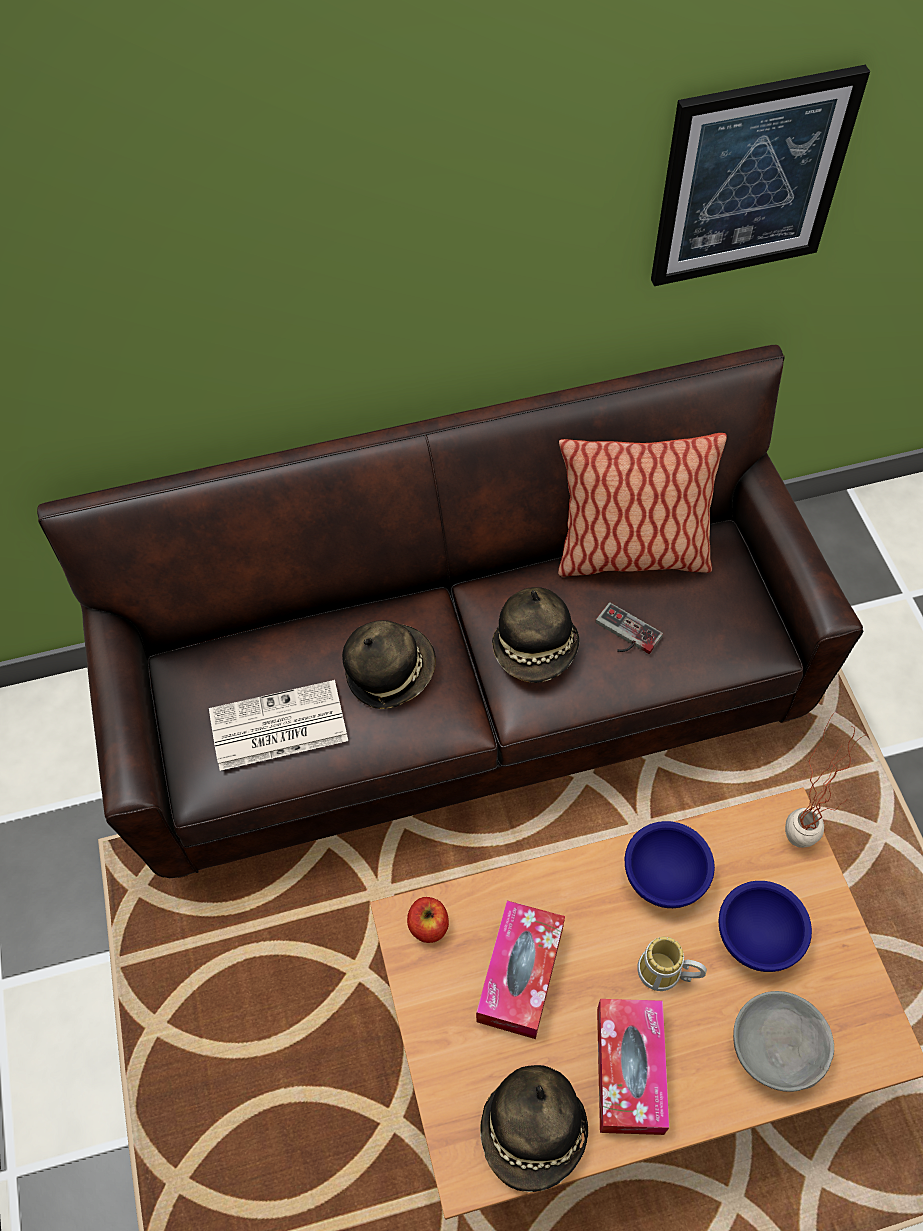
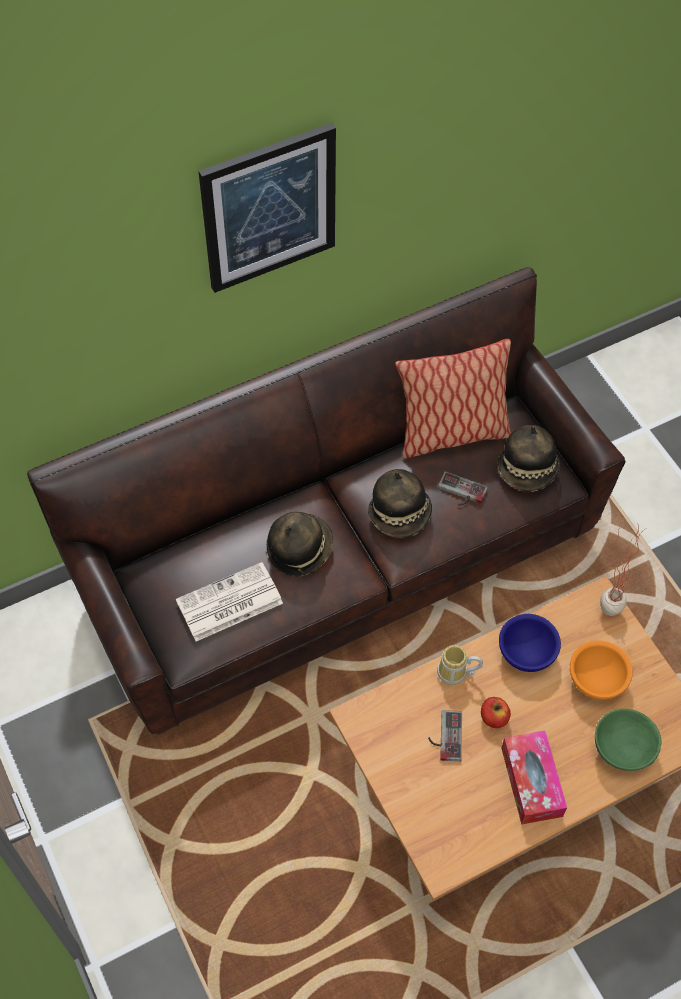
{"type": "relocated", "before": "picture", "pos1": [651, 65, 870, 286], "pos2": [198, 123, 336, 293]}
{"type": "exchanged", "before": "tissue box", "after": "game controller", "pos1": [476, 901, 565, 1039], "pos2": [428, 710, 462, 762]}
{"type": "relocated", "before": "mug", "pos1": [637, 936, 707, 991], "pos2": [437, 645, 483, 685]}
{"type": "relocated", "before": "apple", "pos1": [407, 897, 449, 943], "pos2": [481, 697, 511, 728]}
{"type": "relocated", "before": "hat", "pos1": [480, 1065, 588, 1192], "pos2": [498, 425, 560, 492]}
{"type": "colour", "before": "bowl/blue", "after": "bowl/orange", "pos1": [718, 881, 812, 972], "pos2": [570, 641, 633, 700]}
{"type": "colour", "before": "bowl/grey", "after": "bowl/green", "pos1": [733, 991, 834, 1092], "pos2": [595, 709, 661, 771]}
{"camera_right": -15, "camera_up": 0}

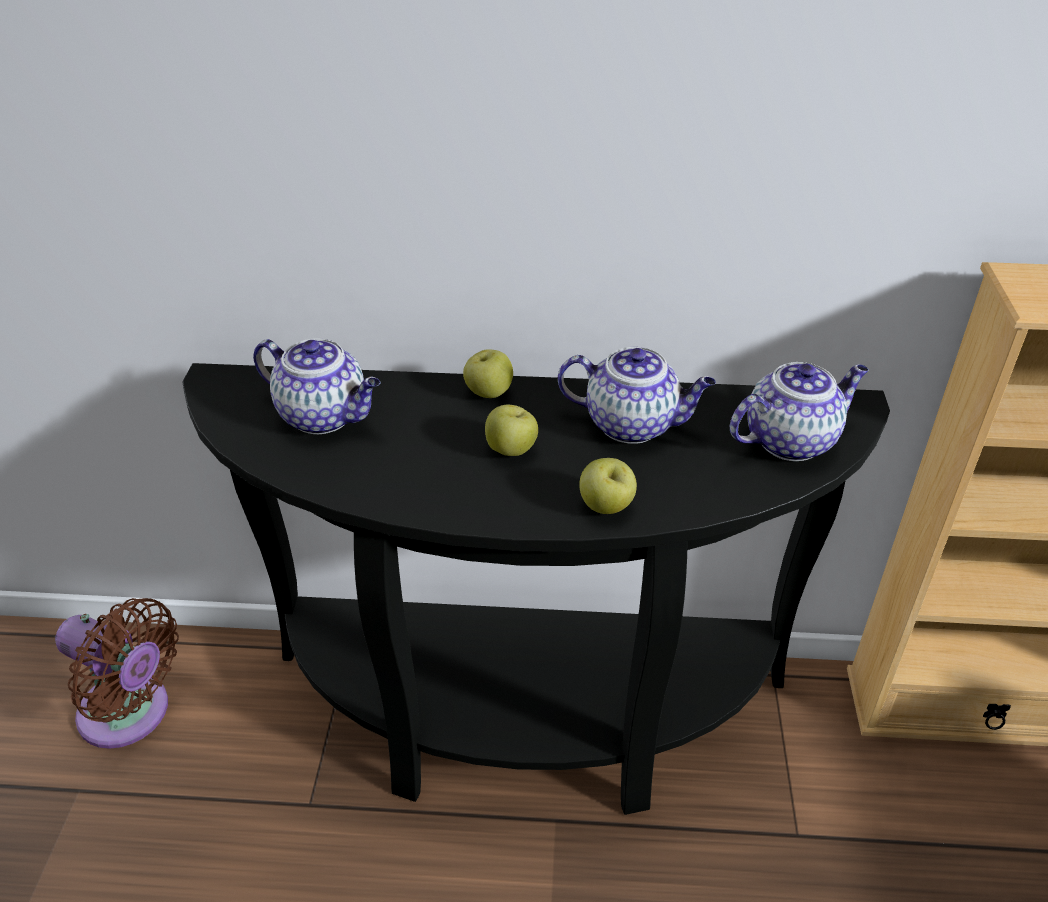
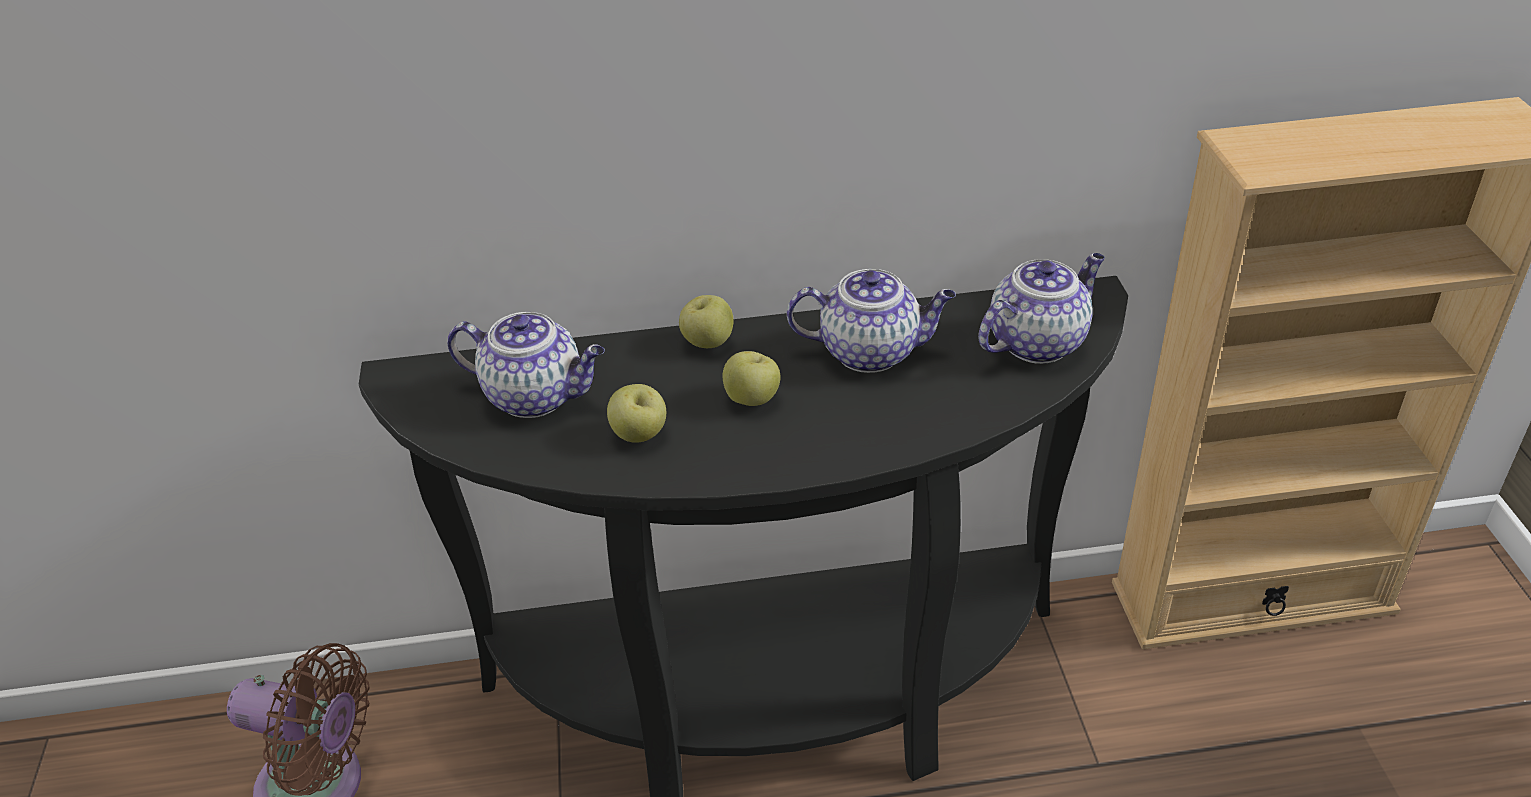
{"type": "relocated", "before": "apple", "pos1": [579, 458, 637, 514], "pos2": [607, 384, 666, 443]}
{"camera_right": -10, "camera_up": 0}

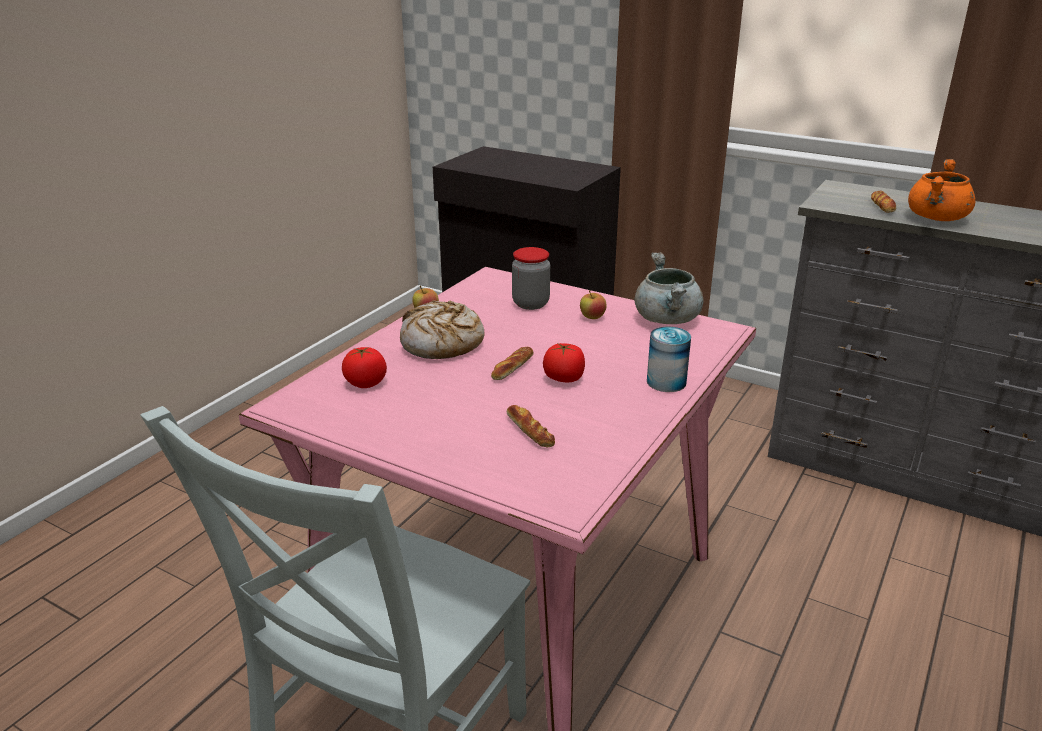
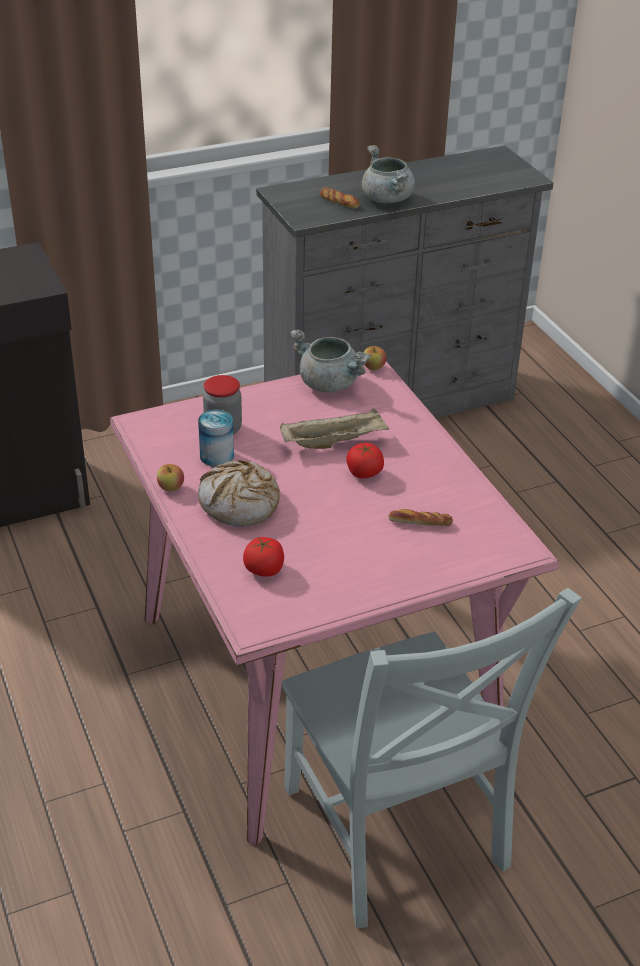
{"type": "relocated", "before": "can", "pos1": [647, 327, 691, 392], "pos2": [198, 410, 234, 467]}
{"type": "appeared", "after": "tray/beige", "pos2": [280, 408, 389, 449]}
{"type": "colour", "before": "cooking pot/orange", "after": "cooking pot/grey", "pos1": [908, 159, 975, 221], "pos2": [362, 145, 415, 203]}
{"type": "relocated", "before": "apple", "pos1": [580, 290, 607, 319], "pos2": [364, 346, 386, 370]}
{"type": "missing", "before": "bread", "pos1": [491, 347, 534, 380]}
{"camera_right": -55, "camera_up": 10}

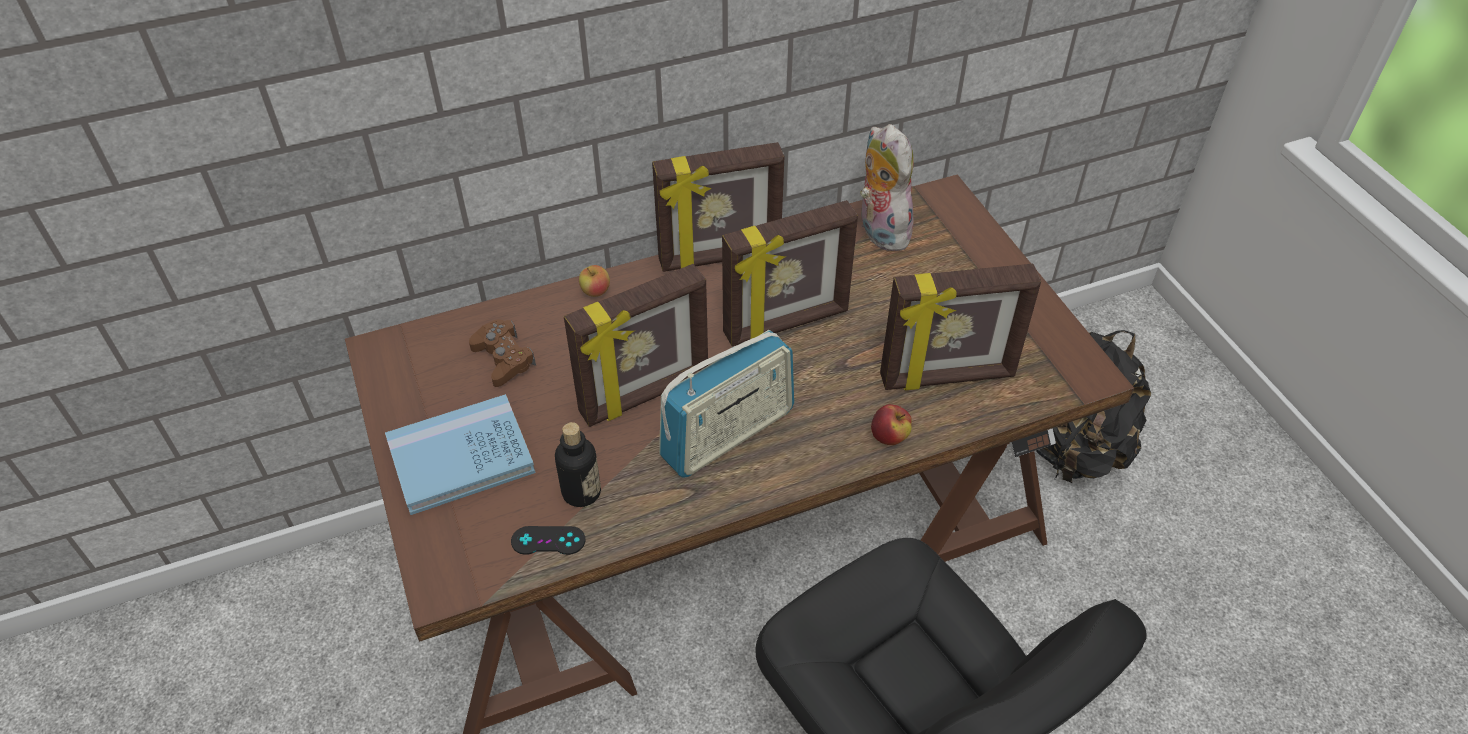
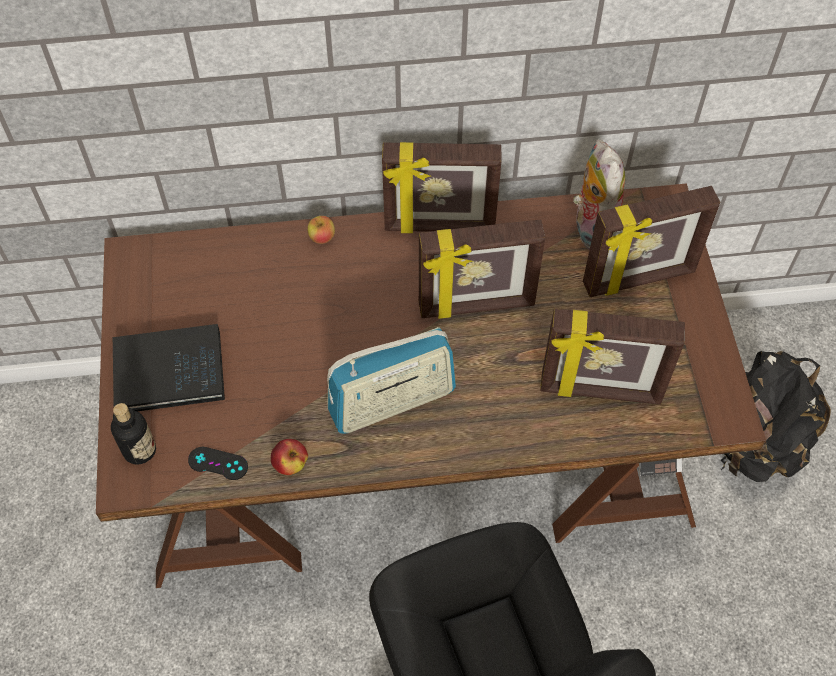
{"type": "relocated", "before": "bottle", "pos1": [555, 422, 601, 507], "pos2": [111, 403, 156, 465]}
{"type": "colour", "before": "book/blue", "after": "book/black", "pos1": [385, 394, 536, 515], "pos2": [113, 324, 225, 411]}
{"type": "relocated", "before": "apple", "pos1": [871, 404, 912, 445], "pos2": [271, 439, 308, 475]}
{"type": "relocated", "before": "picture frame", "pos1": [564, 264, 708, 427], "pos2": [583, 186, 720, 297]}
{"type": "missing", "before": "game controller/brown", "pos1": [469, 319, 536, 387]}
{"camera_right": 15, "camera_up": 10}

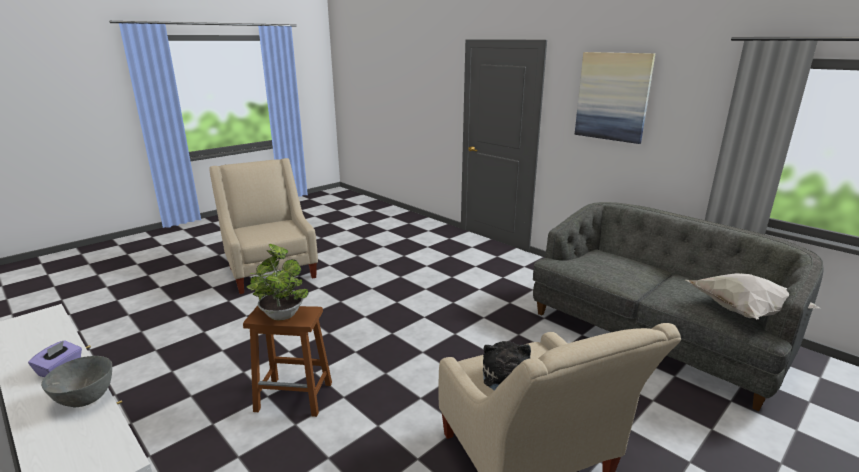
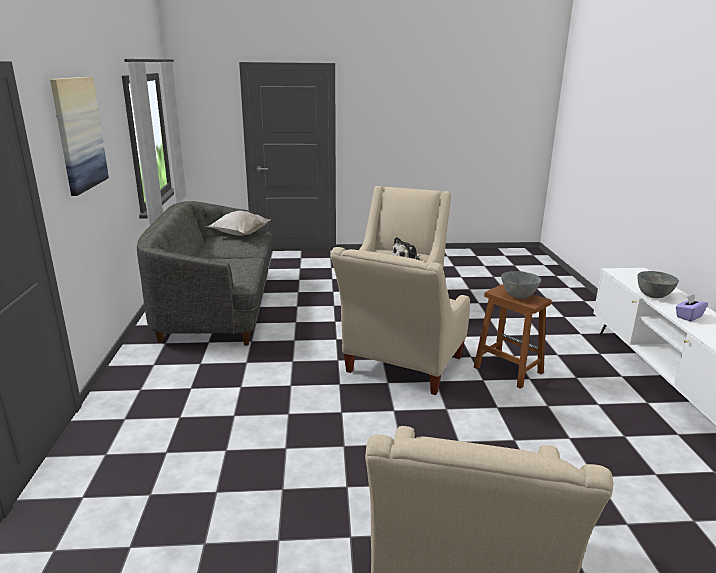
{"type": "appeared", "after": "armchair/beige", "pos2": [331, 247, 470, 395]}
{"type": "exchanged", "before": "potted plant", "after": "bowl/grey", "pos1": [246, 244, 309, 320], "pos2": [501, 271, 541, 299]}
{"camera_right": -140, "camera_up": 0}

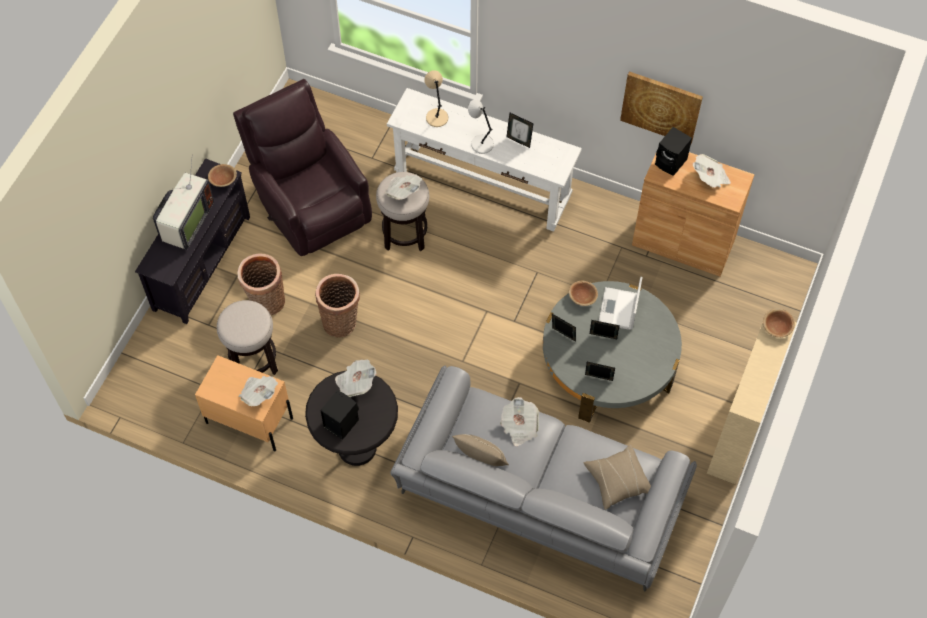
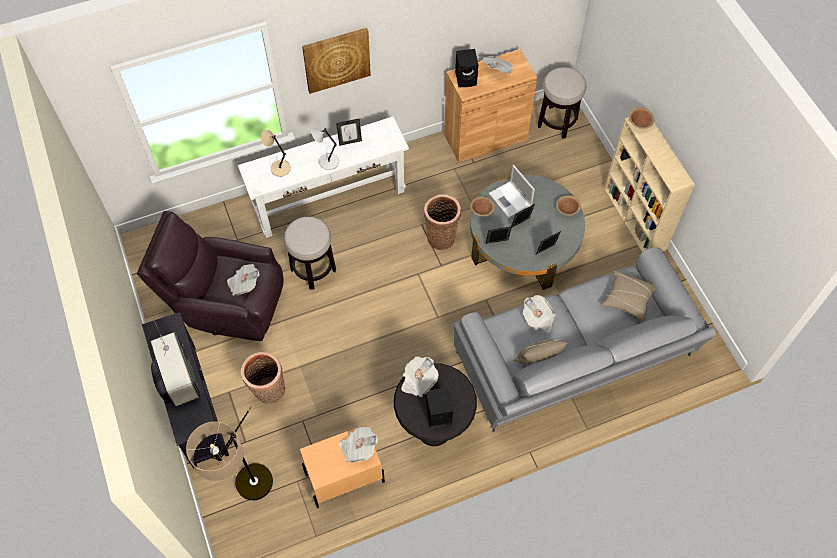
{"type": "appeared", "after": "floor lamp", "pos2": [186, 406, 273, 500]}
{"type": "relocated", "before": "newspaper", "pos1": [384, 174, 422, 200], "pos2": [227, 264, 259, 296]}
{"type": "relocated", "before": "picture", "pos1": [620, 71, 703, 143], "pos2": [302, 28, 371, 94]}
{"type": "relocated", "before": "basket", "pos1": [315, 274, 360, 337], "pos2": [424, 194, 461, 250]}
{"type": "relocated", "before": "stool", "pos1": [217, 300, 278, 375], "pos2": [537, 67, 587, 139]}
{"type": "relocated", "before": "bowl/brown", "pos1": [208, 164, 237, 187], "pos2": [556, 195, 581, 216]}
{"camera_right": -45, "camera_up": 0}

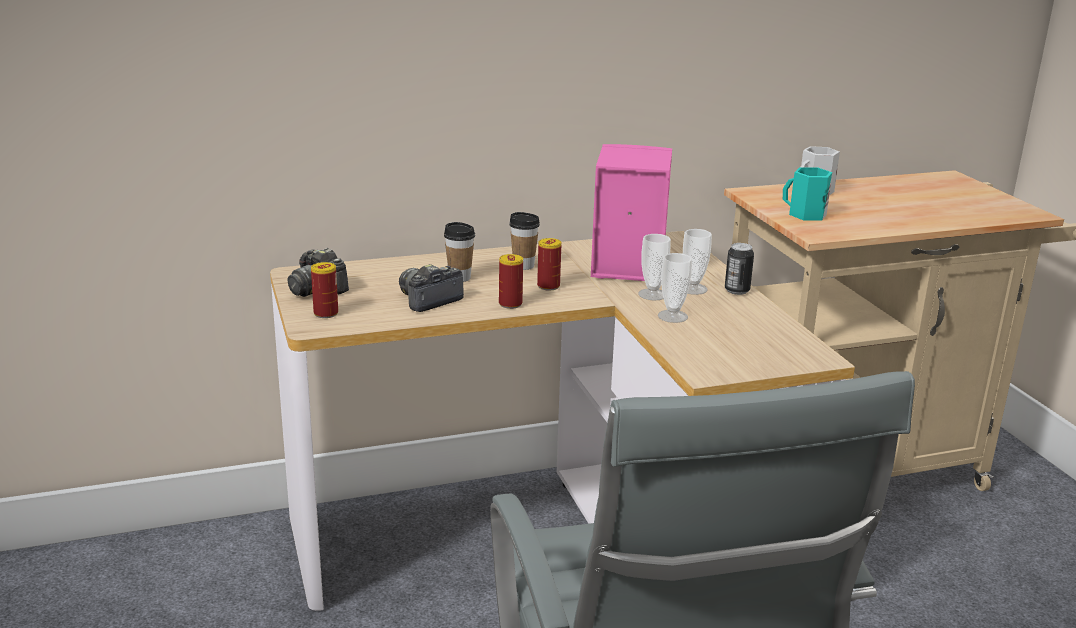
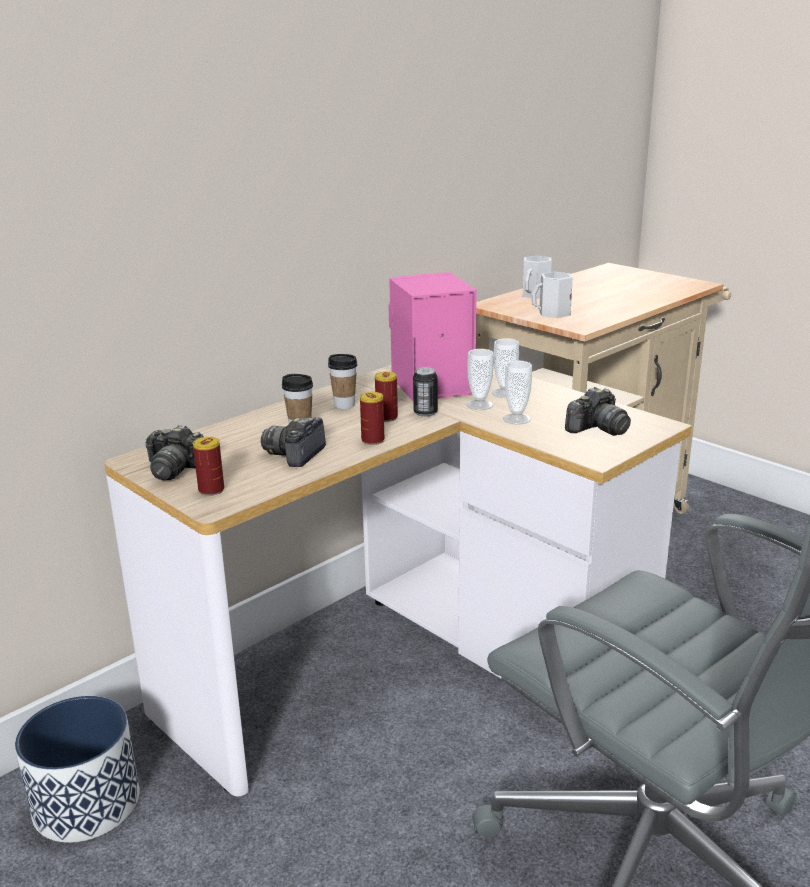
{"type": "appeared", "after": "planter", "pos2": [15, 696, 139, 843]}
{"type": "relocated", "before": "can", "pos1": [725, 243, 754, 295], "pos2": [413, 367, 438, 417]}
{"type": "colour", "before": "mug/turquoise", "after": "mug/white", "pos1": [783, 167, 832, 220], "pos2": [531, 272, 573, 318]}
{"type": "appeared", "after": "photo camera", "pos2": [565, 387, 631, 436]}
{"camera_right": -25, "camera_up": 0}

